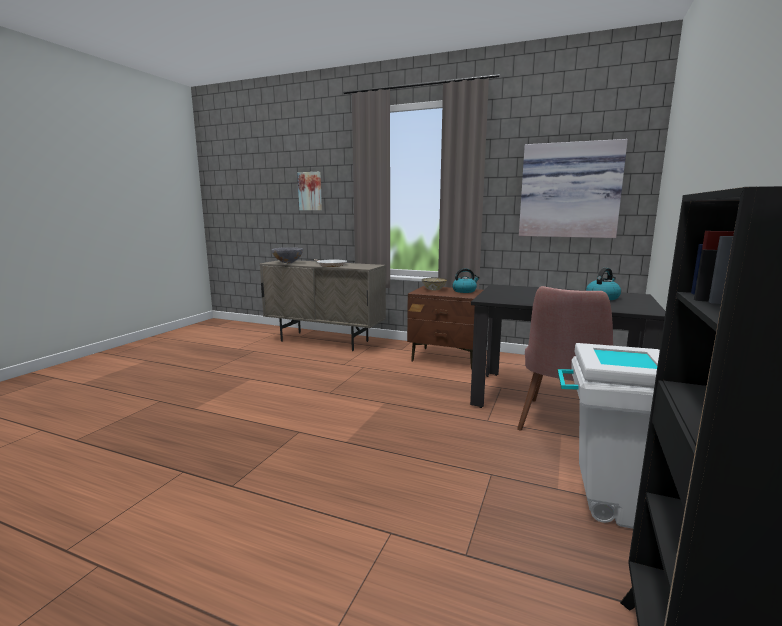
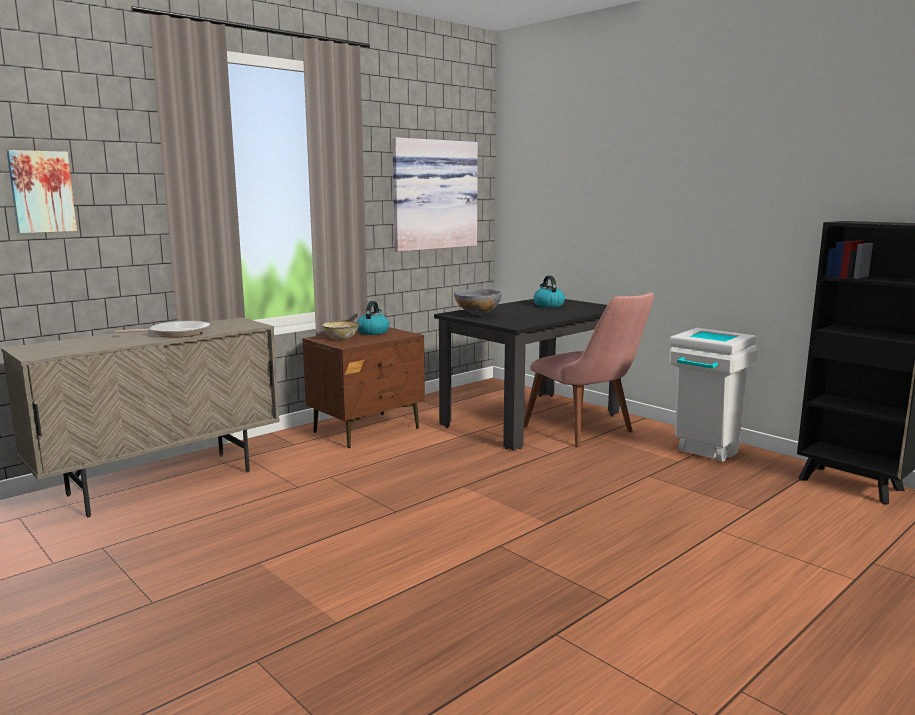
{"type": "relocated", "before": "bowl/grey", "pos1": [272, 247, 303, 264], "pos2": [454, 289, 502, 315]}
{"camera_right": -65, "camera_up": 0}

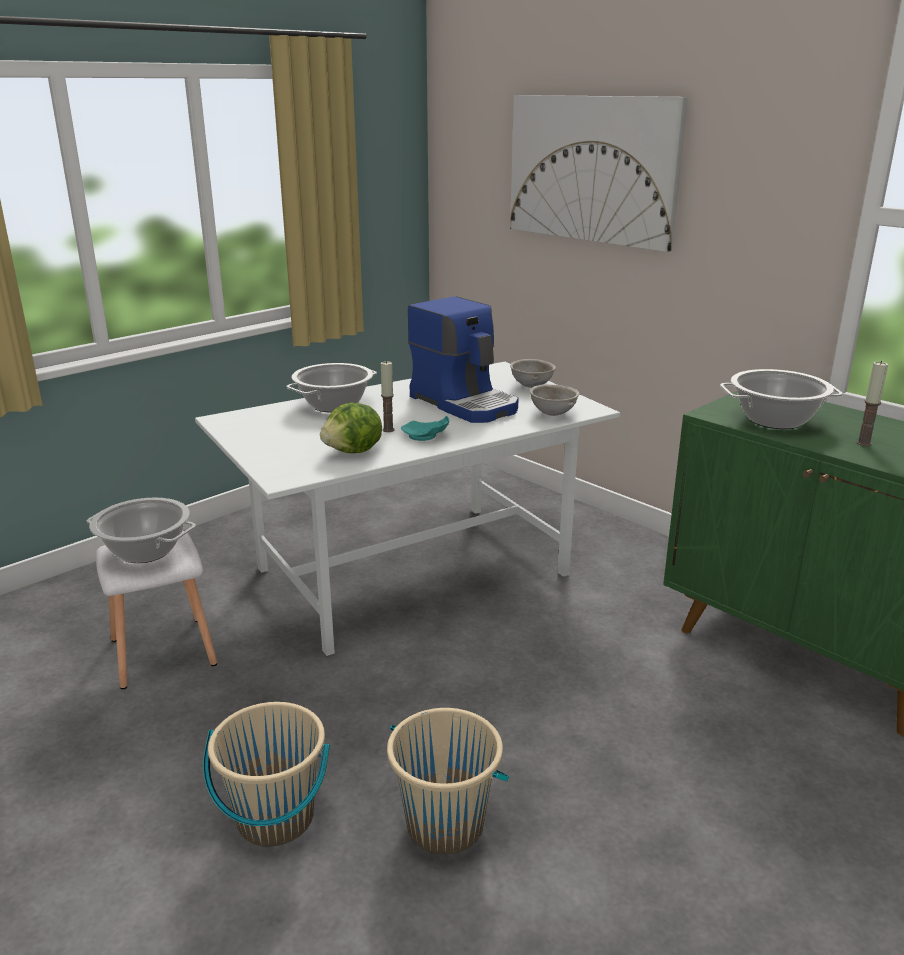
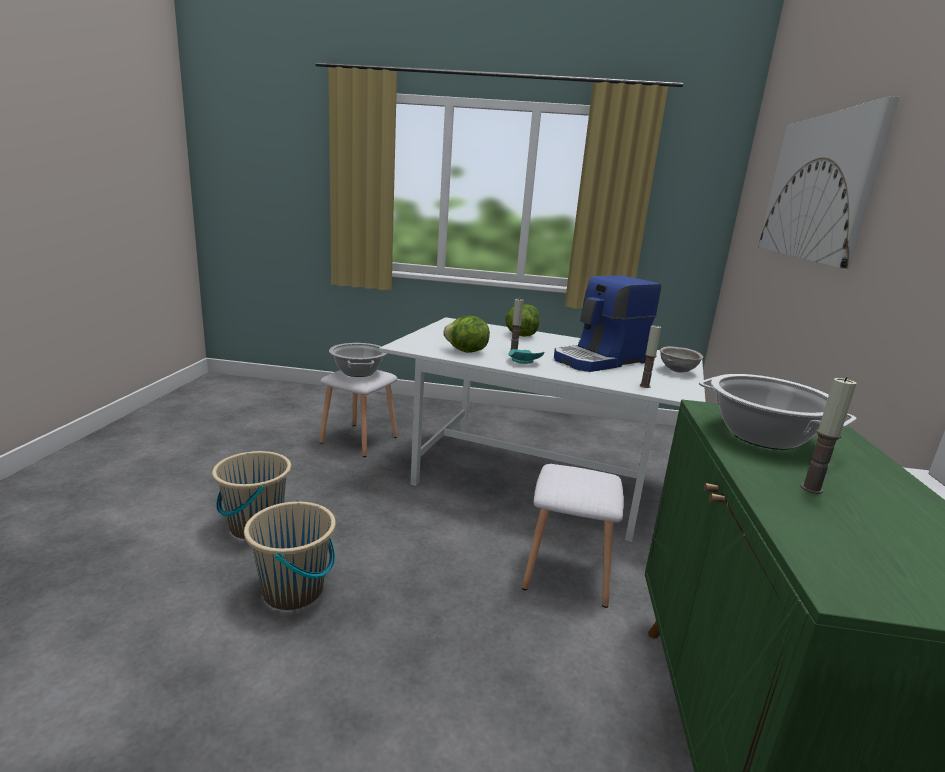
{"type": "exchanged", "before": "cooking pot", "after": "lettuce", "pos1": [286, 363, 377, 412], "pos2": [505, 304, 539, 337]}
{"type": "appeared", "after": "stool/white", "pos2": [522, 464, 624, 608]}
{"type": "spun", "before": "coffee machine", "pos1": [408, 296, 519, 423], "pos2": [554, 275, 661, 372], "turn": 45}
{"type": "exchanged", "before": "bowl/grey", "after": "candle", "pos1": [530, 384, 579, 416], "pos2": [640, 325, 661, 388]}
{"camera_right": 50, "camera_up": -5}

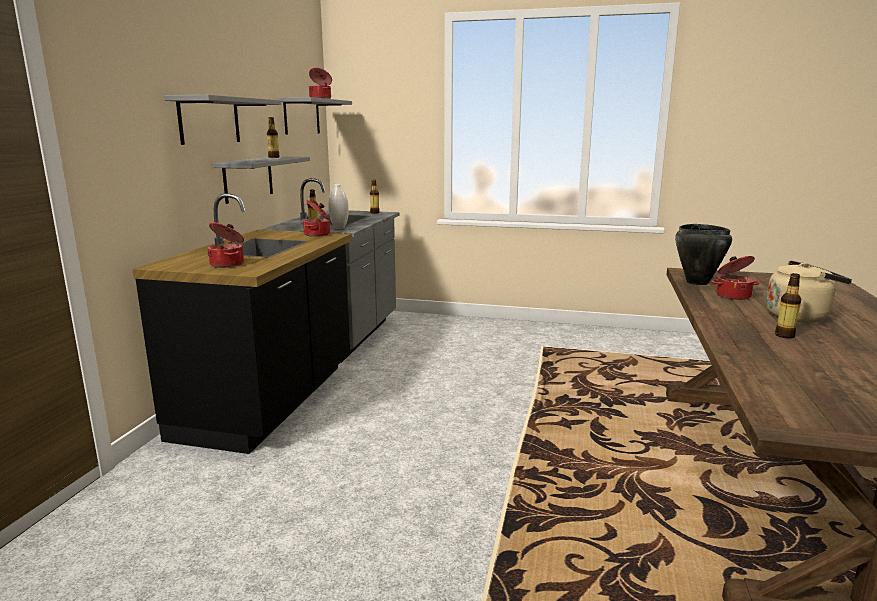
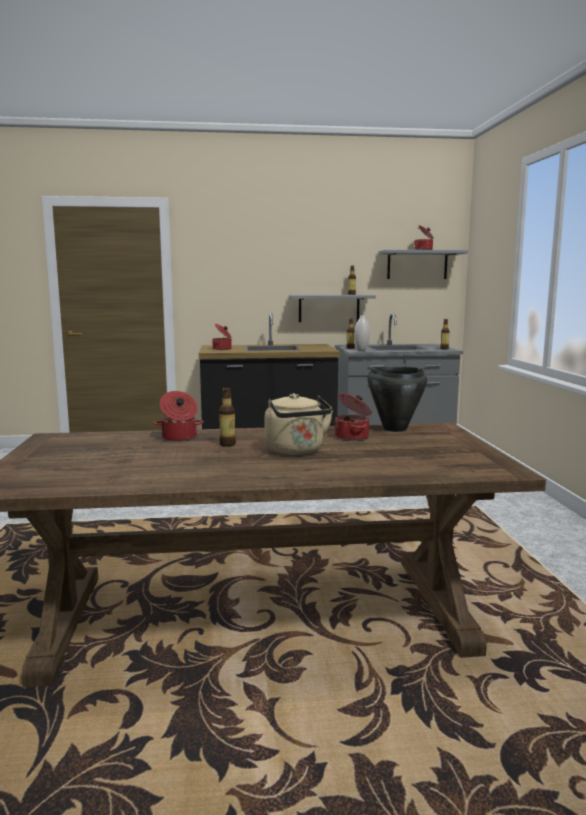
{"type": "relocated", "before": "cooking pot", "pos1": [303, 200, 330, 237], "pos2": [154, 391, 204, 441]}
{"type": "missing", "before": "shelf/grey", "pos1": [164, 95, 281, 145]}
{"camera_right": 70, "camera_up": -5}

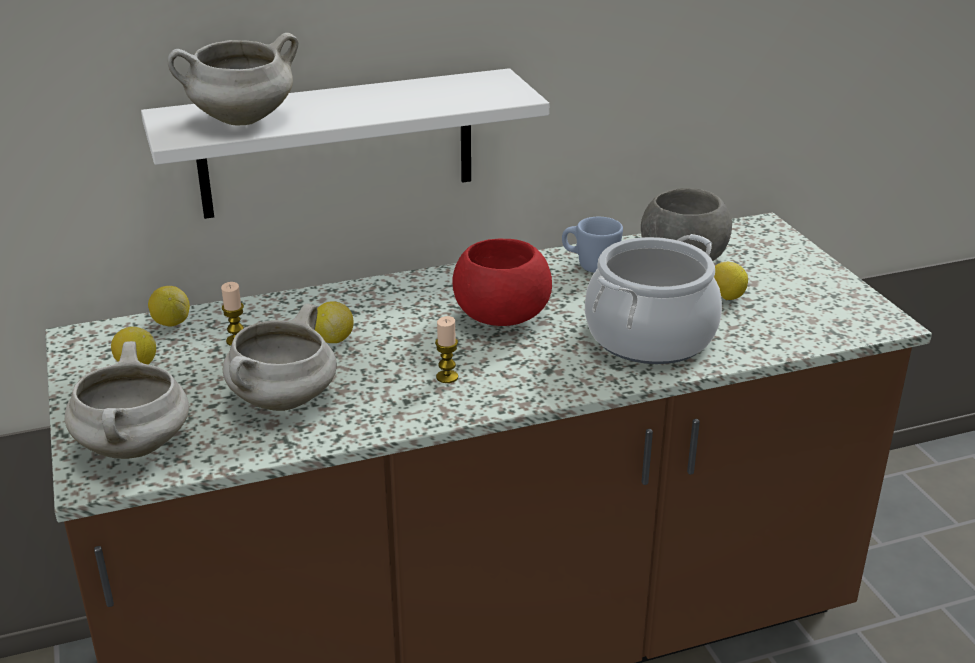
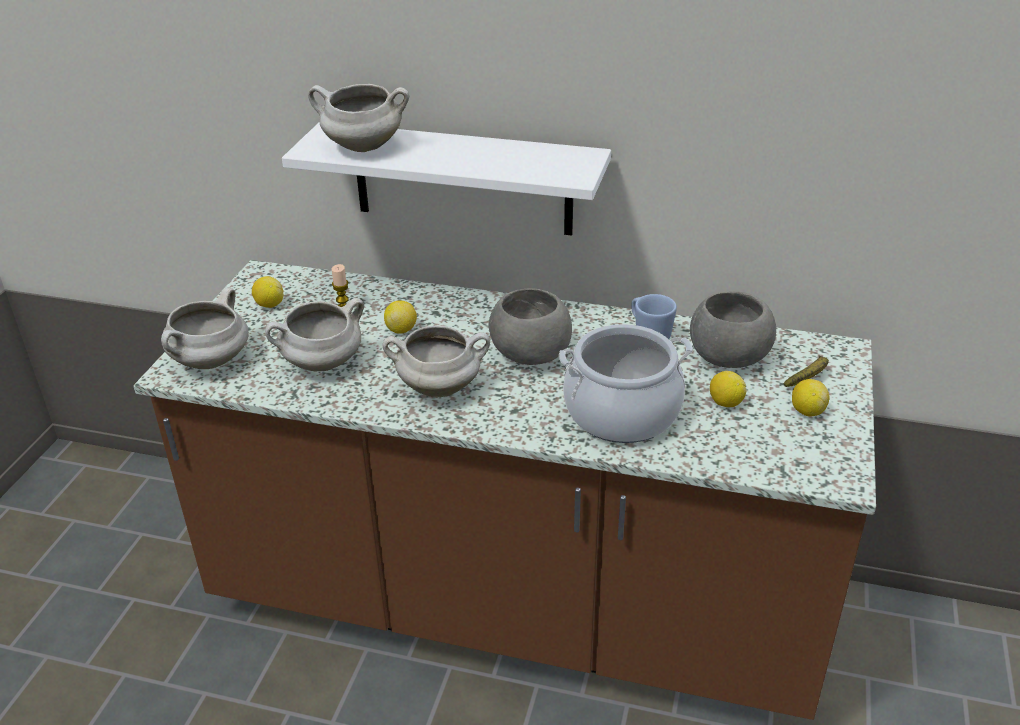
{"type": "exchanged", "before": "candle", "after": "cooking pot/white", "pos1": [435, 316, 458, 383], "pos2": [383, 326, 490, 397]}
{"type": "colour", "before": "bowl/red", "after": "bowl/grey", "pos1": [452, 239, 552, 326], "pos2": [489, 289, 572, 365]}
{"type": "appeared", "after": "banana", "pos2": [784, 355, 829, 387]}
{"type": "relocated", "before": "lemon", "pos1": [148, 286, 190, 327], "pos2": [792, 379, 830, 416]}
{"camera_right": 35, "camera_up": 5}

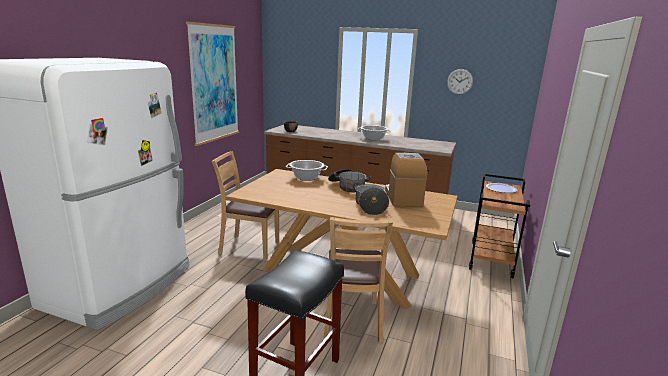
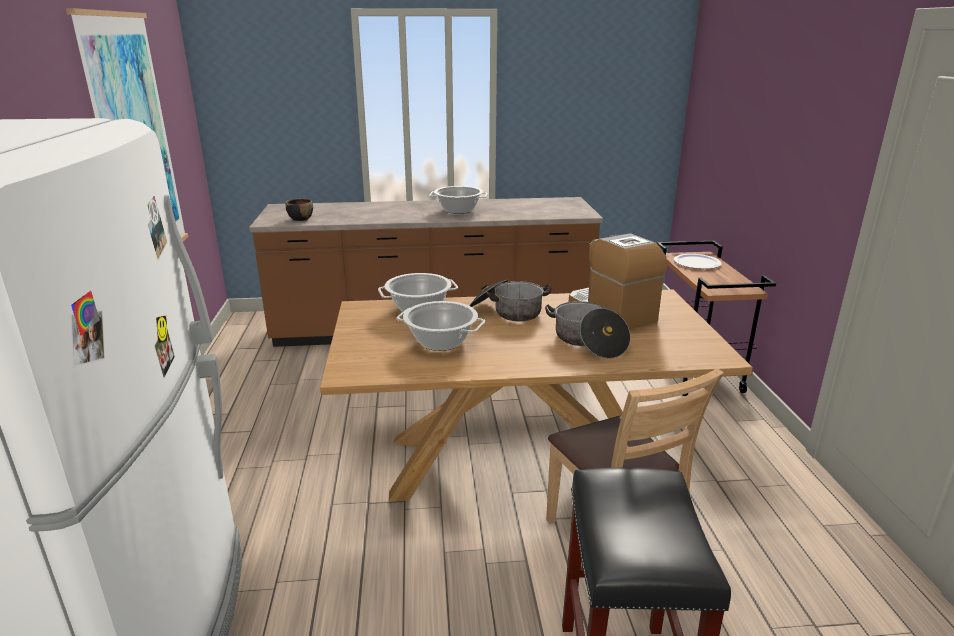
{"type": "appeared", "after": "cooking pot", "pos2": [396, 301, 485, 351]}
{"type": "missing", "before": "chair/brown", "pos1": [212, 151, 279, 260]}
{"type": "missing", "before": "wall clock", "pos1": [447, 69, 473, 95]}
{"camera_right": -25, "camera_up": 5}

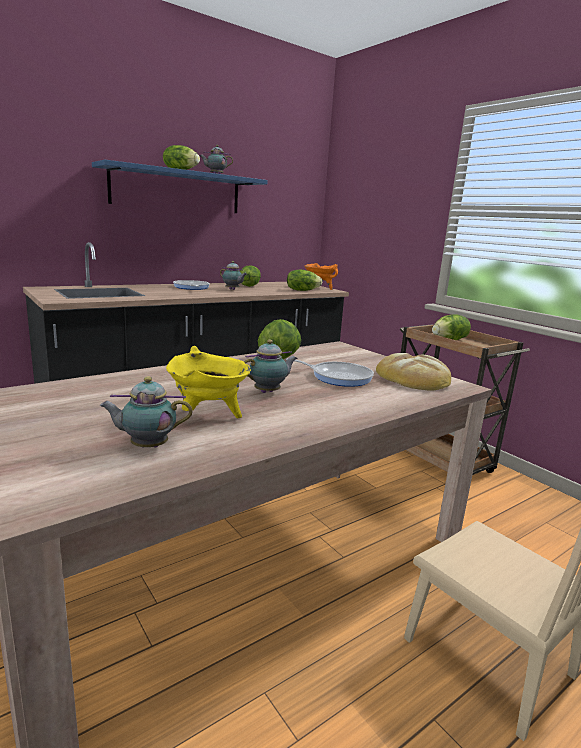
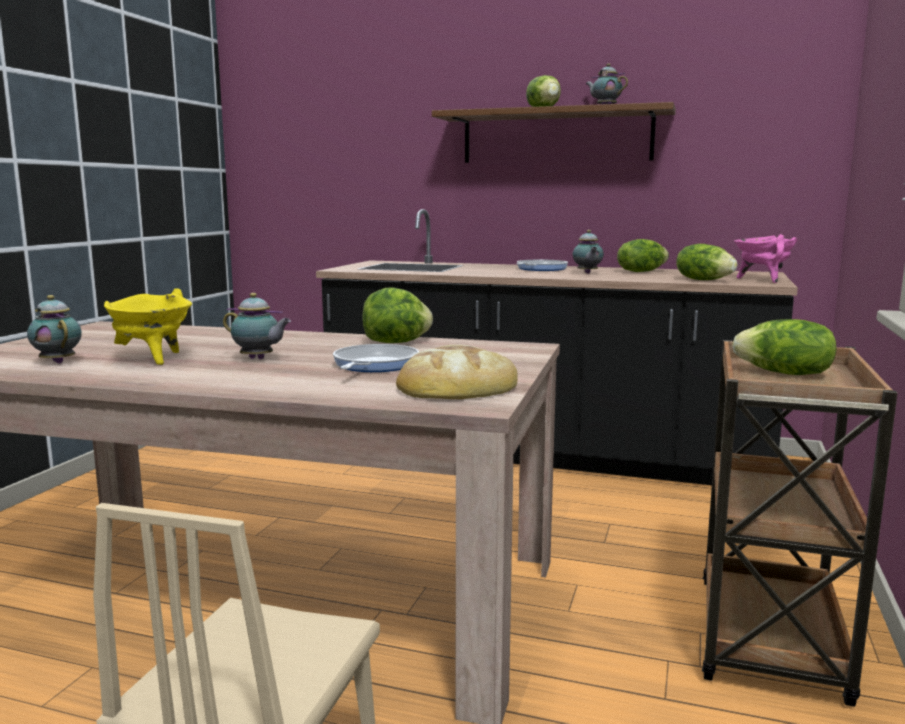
{"type": "spun", "before": "frying pan", "pos1": [286, 358, 374, 387], "pos2": [333, 344, 419, 372], "turn": -150}
{"type": "colour", "before": "shelf/blue", "after": "shelf/brown", "pos1": [92, 160, 268, 213], "pos2": [432, 102, 676, 163]}
{"type": "colour", "before": "cooking pot/orange", "after": "cooking pot/pink", "pos1": [305, 263, 338, 290], "pos2": [734, 234, 798, 283]}
{"camera_right": 55, "camera_up": -5}

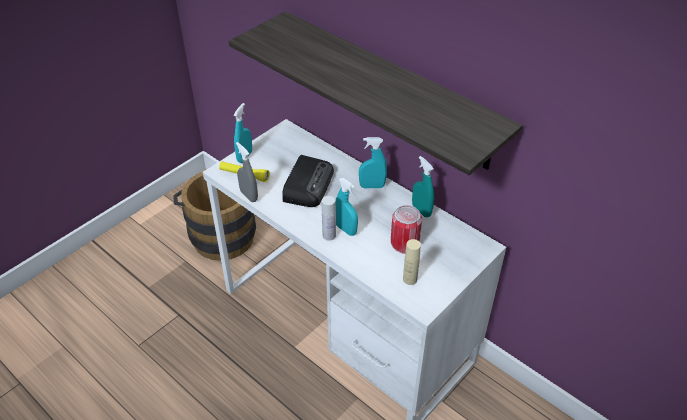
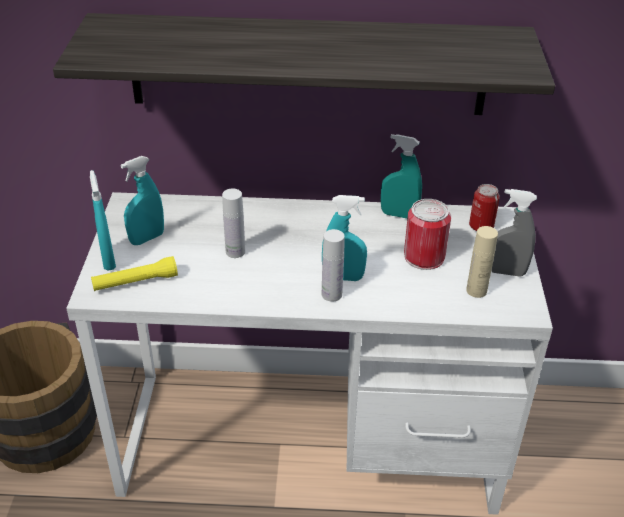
{"type": "relocated", "before": "spray bottle/turquoise", "pos1": [359, 137, 387, 188], "pos2": [120, 156, 164, 245]}
{"type": "exchanged", "before": "radio", "after": "bottle/white", "pos1": [282, 155, 334, 207], "pos2": [222, 189, 245, 258]}
{"type": "appeared", "after": "can", "pos2": [469, 184, 500, 231]}
{"type": "relocated", "before": "spray bottle/grey", "pos1": [236, 142, 258, 202], "pos2": [491, 189, 537, 277]}
{"camera_right": -40, "camera_up": -5}

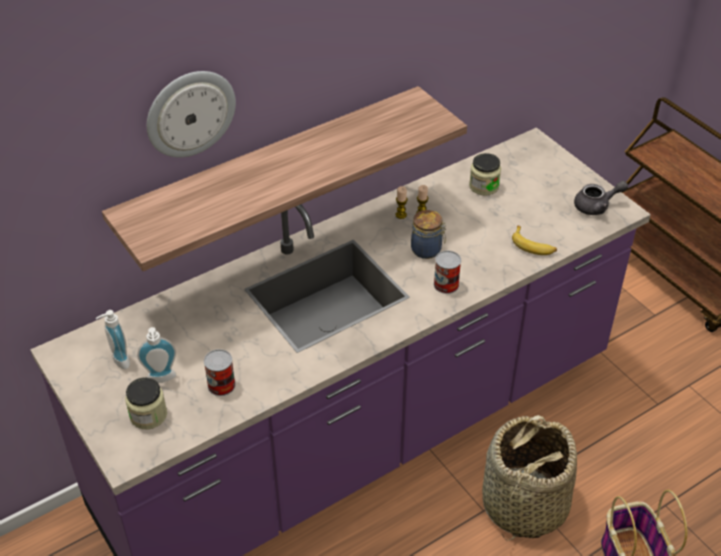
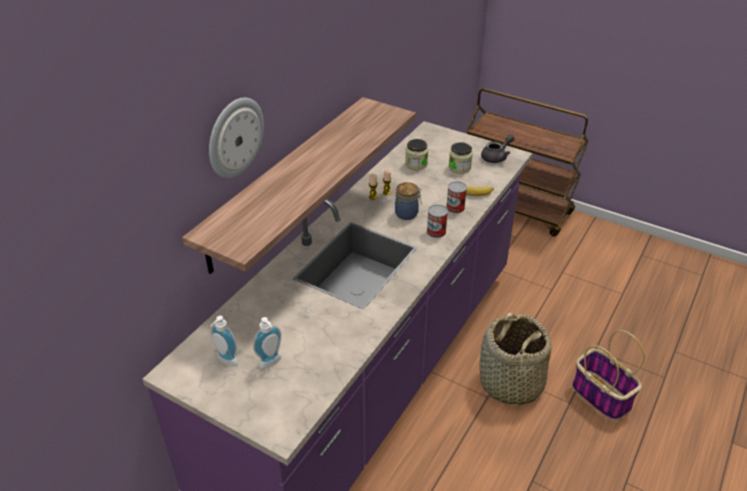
{"type": "relocated", "before": "can", "pos1": [204, 349, 236, 396], "pos2": [446, 181, 467, 213]}
{"type": "relocated", "before": "jar", "pos1": [125, 377, 167, 429], "pos2": [449, 142, 473, 174]}
{"camera_right": -25, "camera_up": -5}

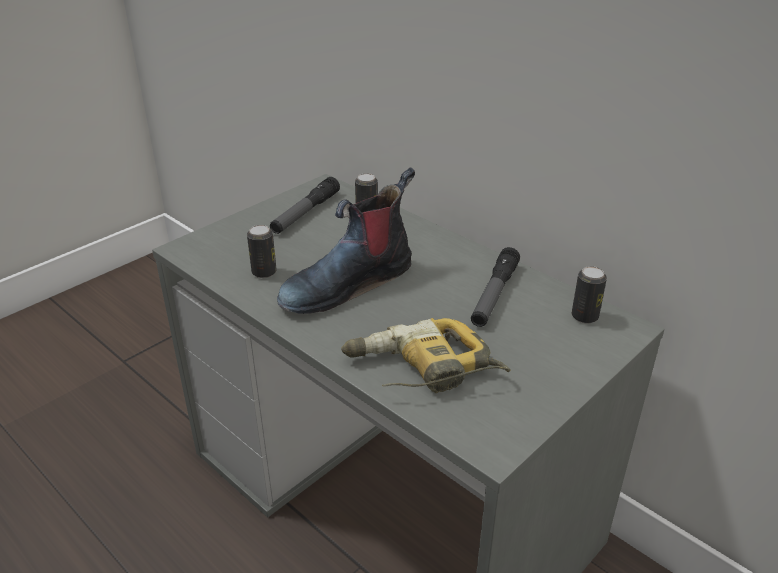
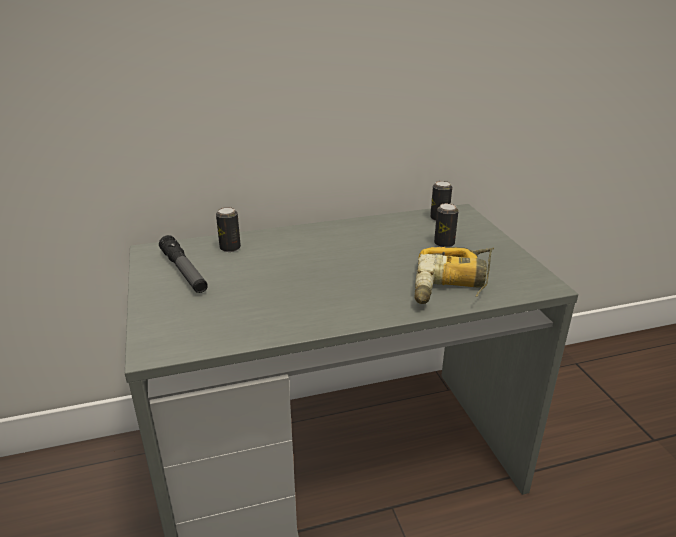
{"type": "relocated", "before": "can", "pos1": [247, 225, 277, 278], "pos2": [434, 203, 459, 247]}
{"type": "missing", "before": "boot", "pos1": [277, 167, 415, 314]}
{"type": "missing", "before": "flashlight", "pos1": [471, 247, 520, 327]}
{"camera_right": -60, "camera_up": -5}

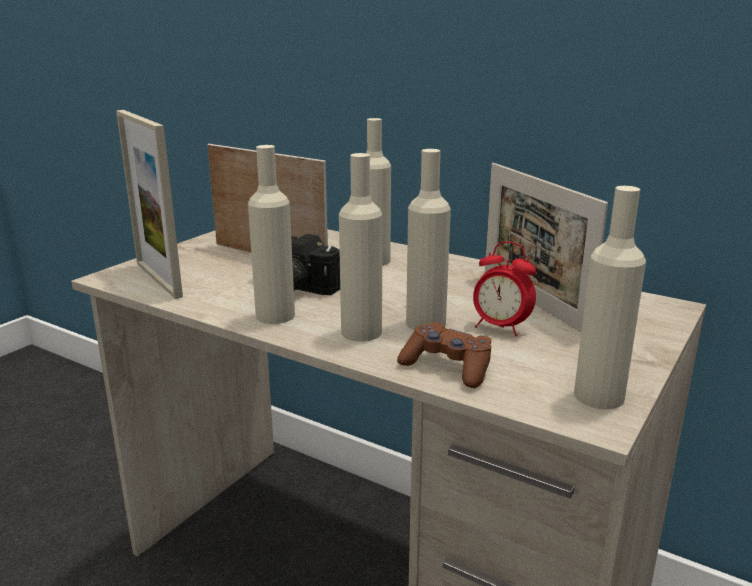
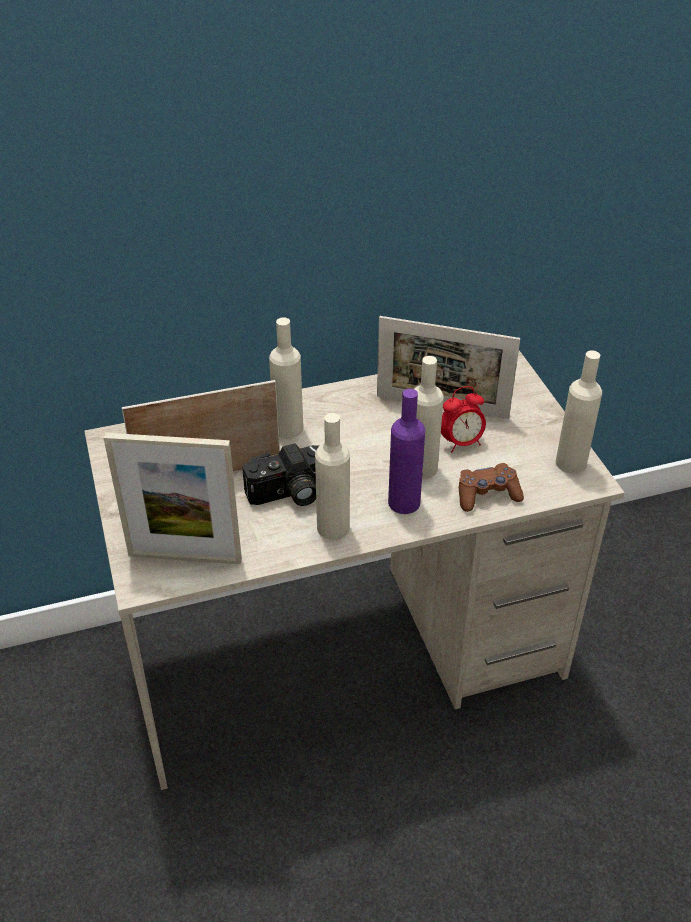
{"type": "colour", "before": "bottle/beige", "after": "bottle/purple", "pos1": [339, 153, 382, 342], "pos2": [388, 389, 425, 514]}
{"camera_right": -50, "camera_up": 20}

